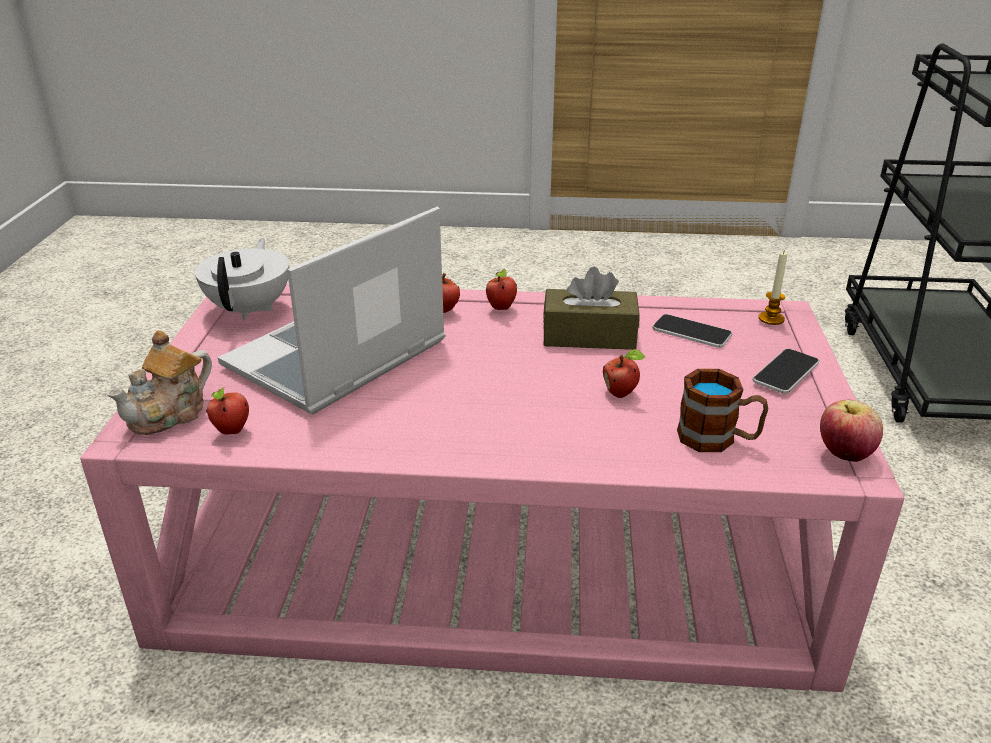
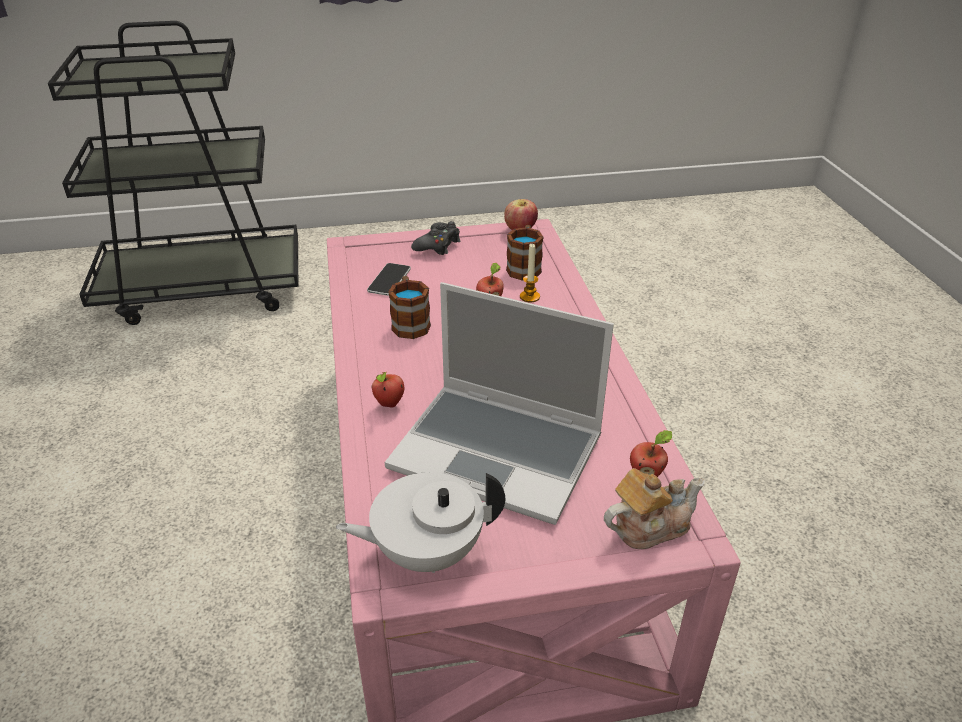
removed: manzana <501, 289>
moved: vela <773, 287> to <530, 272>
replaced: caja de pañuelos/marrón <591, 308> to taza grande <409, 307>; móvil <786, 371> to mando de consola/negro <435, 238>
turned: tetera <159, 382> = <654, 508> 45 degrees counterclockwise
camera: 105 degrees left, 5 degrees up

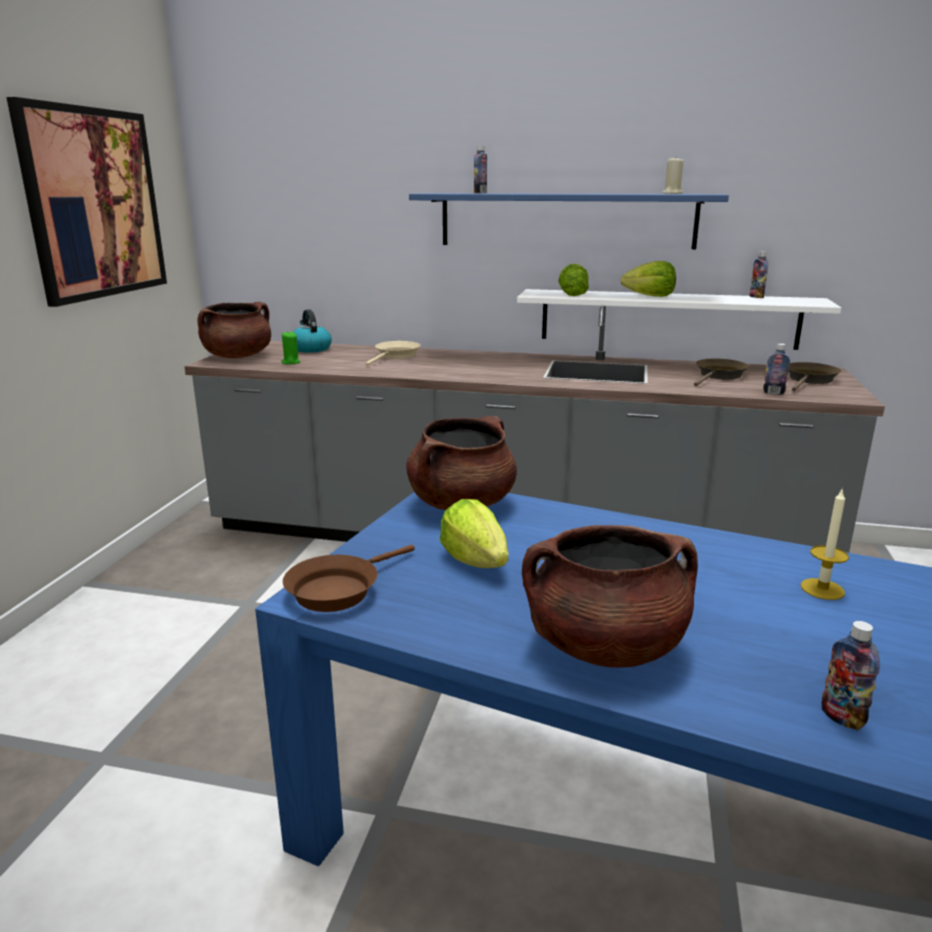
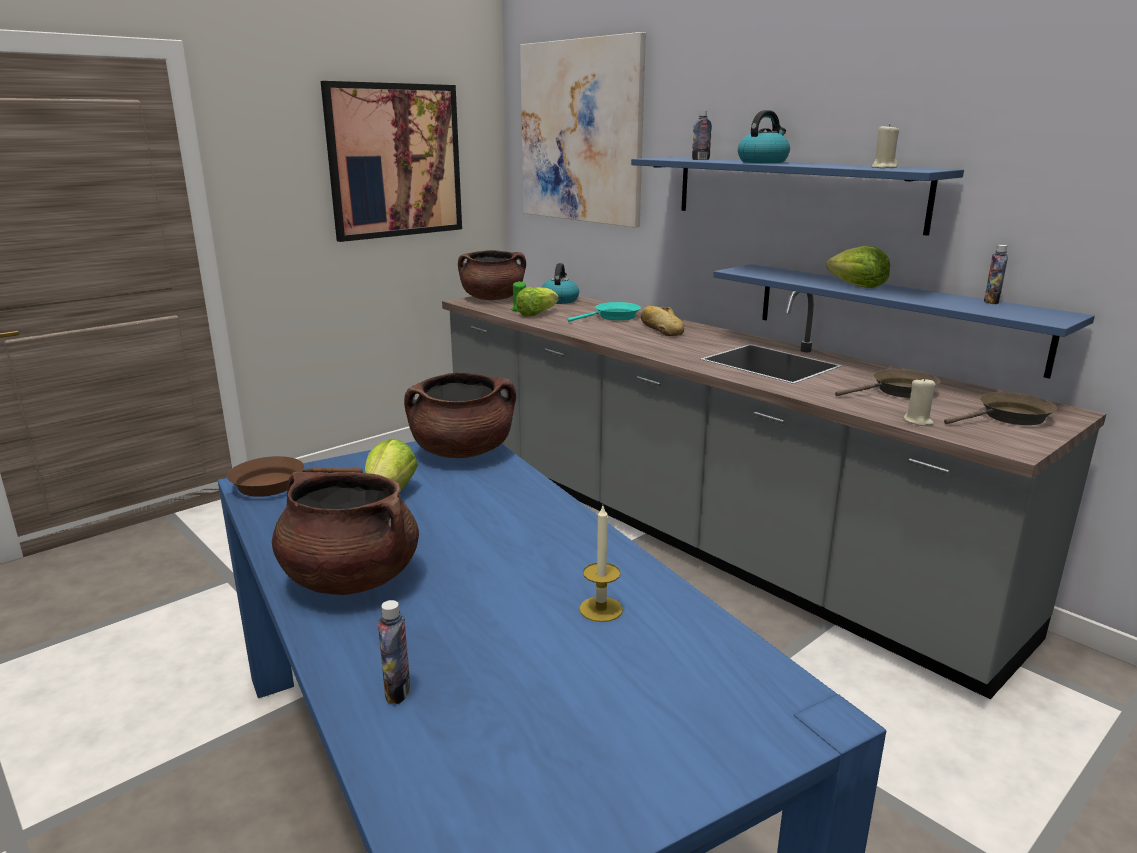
added: cuadro <583, 129>; pan <662, 321>; hervidor <764, 136>
moved: lechuga <573, 280> to <537, 302>
replaced: botella <776, 369> to vela/beis <920, 401>
recoloured: sartén/beis <393, 353> to sartén/turquesa <604, 312>; estante/blanco <679, 319> to estante/azul <904, 321>
camera: 35 degrees right, 0 degrees up

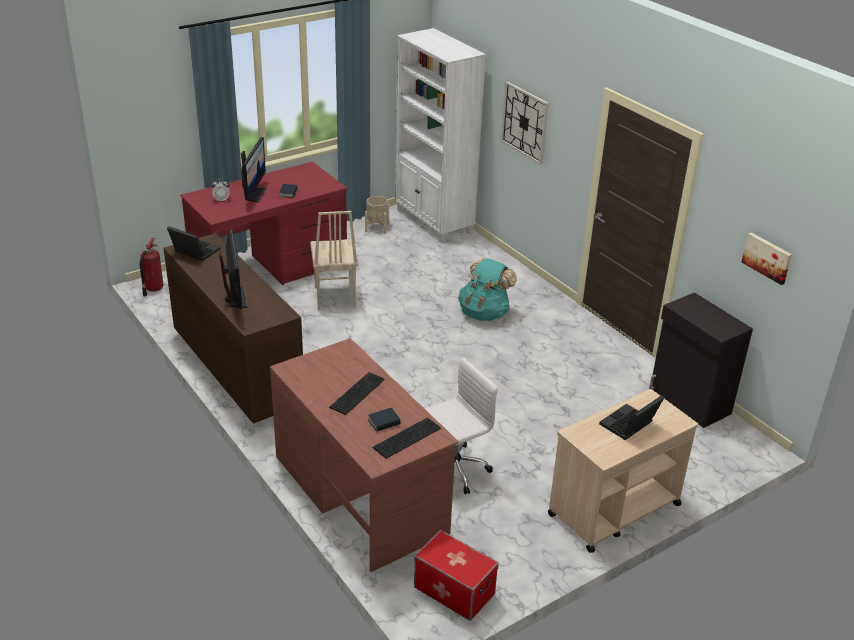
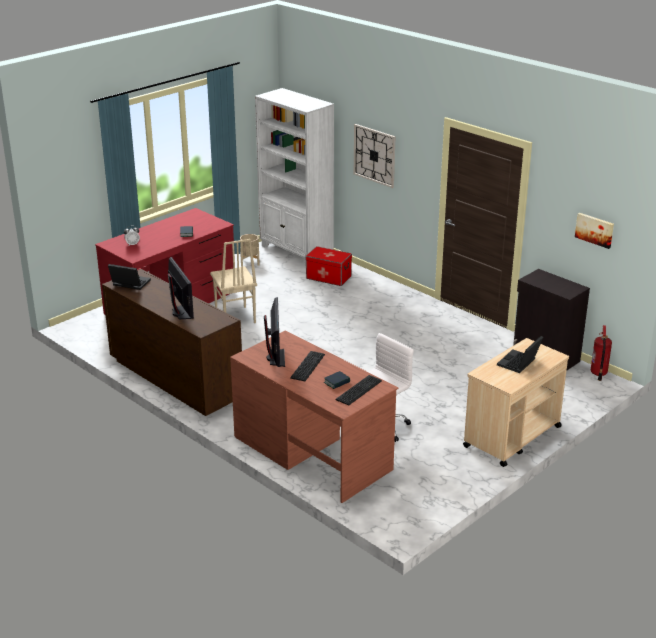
removed: mochila/turquesa <487, 289>
moved: extintor <152, 267> to <601, 353>; monitor <254, 170> to <274, 332>; caja de almacenaje <456, 575> to <329, 266>
camera: 10 degrees left, 5 degrees down

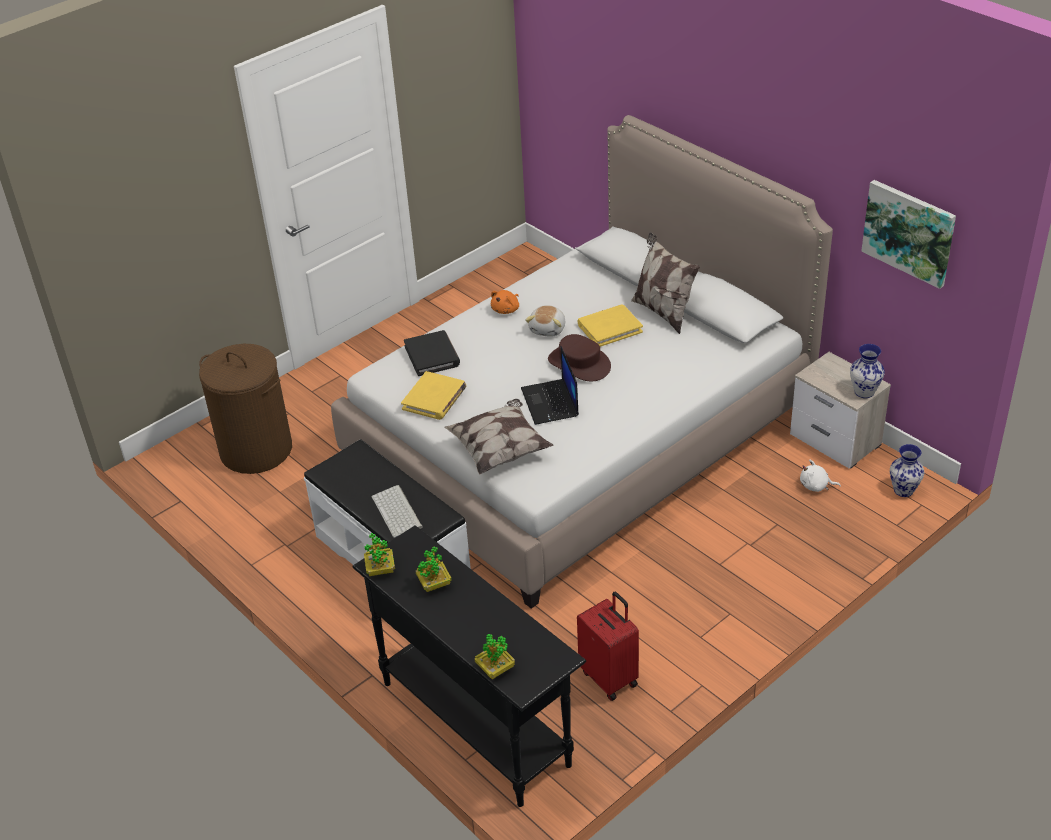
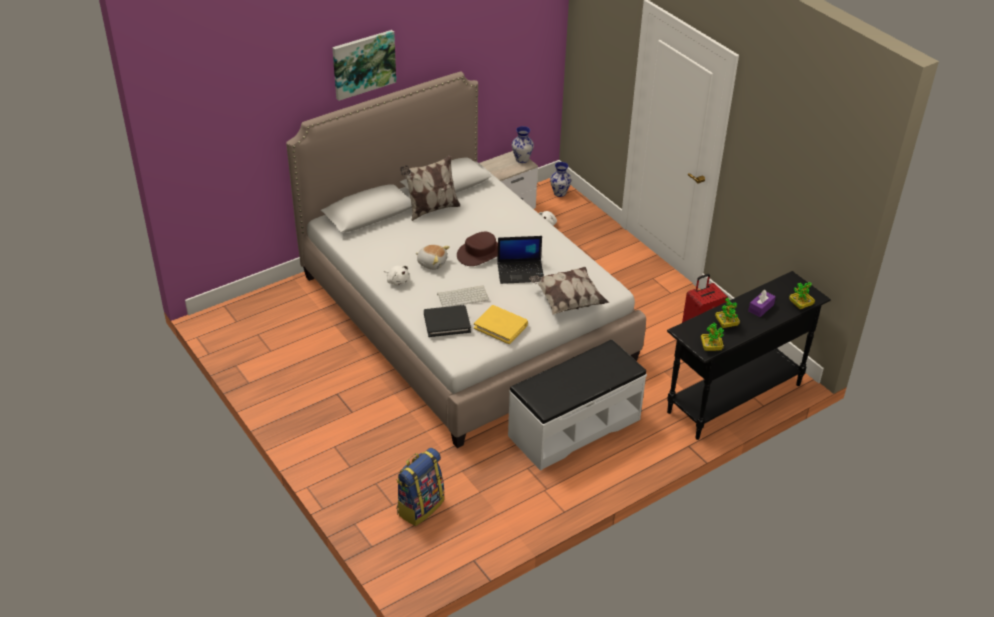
removed: libro/amarillo <610, 325>
added: caja de pañuelos/morado <762, 303>
moved: teclado <397, 511> to <463, 296>; cuadro <908, 234> to <364, 65>
replaced: cesto de la ropa/marrón <245, 409> to mochila <420, 487>
recoloured: peluche/naranja <505, 302> to peluche/blanco <396, 275>
camera: 85 degrees left, 0 degrees up

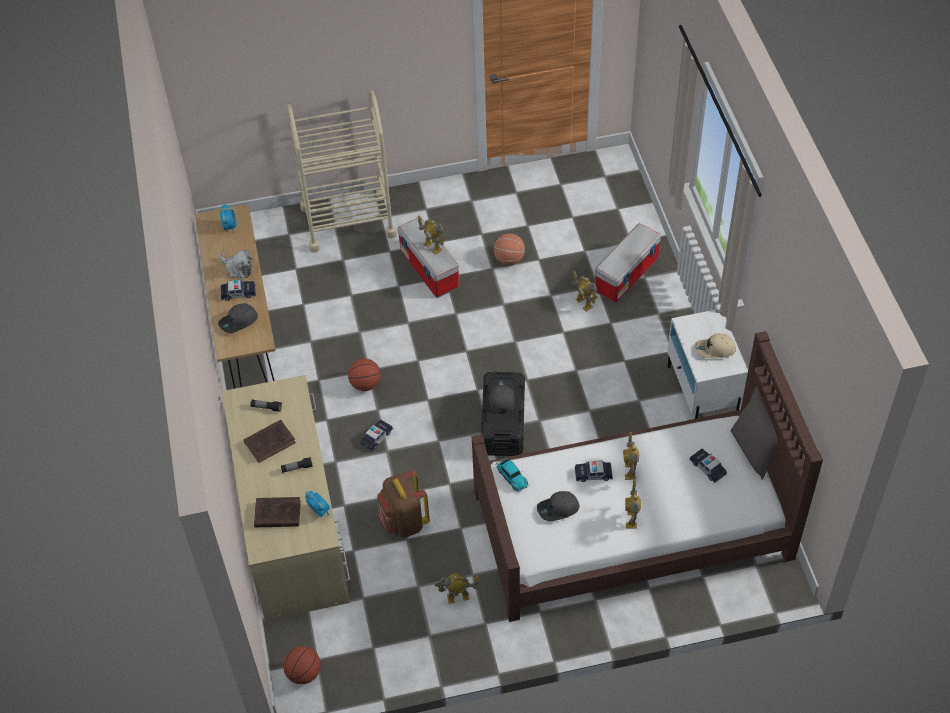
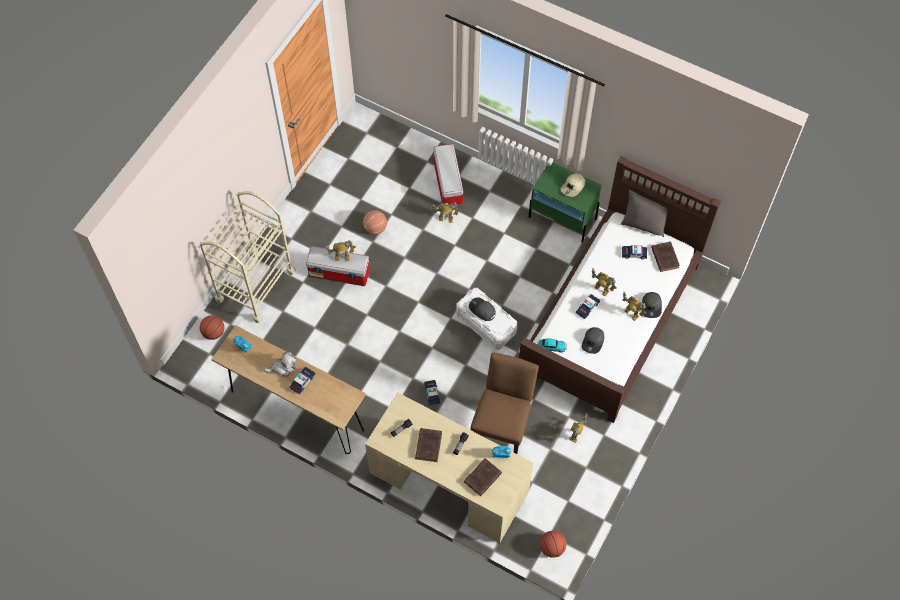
added: libro/marrón <665, 256>
moved: gorra/gris <238, 318> to <652, 305>; balón de baloncesto <364, 374> to <212, 327>
replaced: mochila/marrón <403, 504> to silla/marrón <504, 403>
recoloured: caja de almacenaje/negro <503, 413> to caja de almacenaje/blanco <487, 319>; mesita de noche/blanco <707, 364> to mesita de noche/verde <565, 203>
camera: 50 degrees left, 10 degrees up

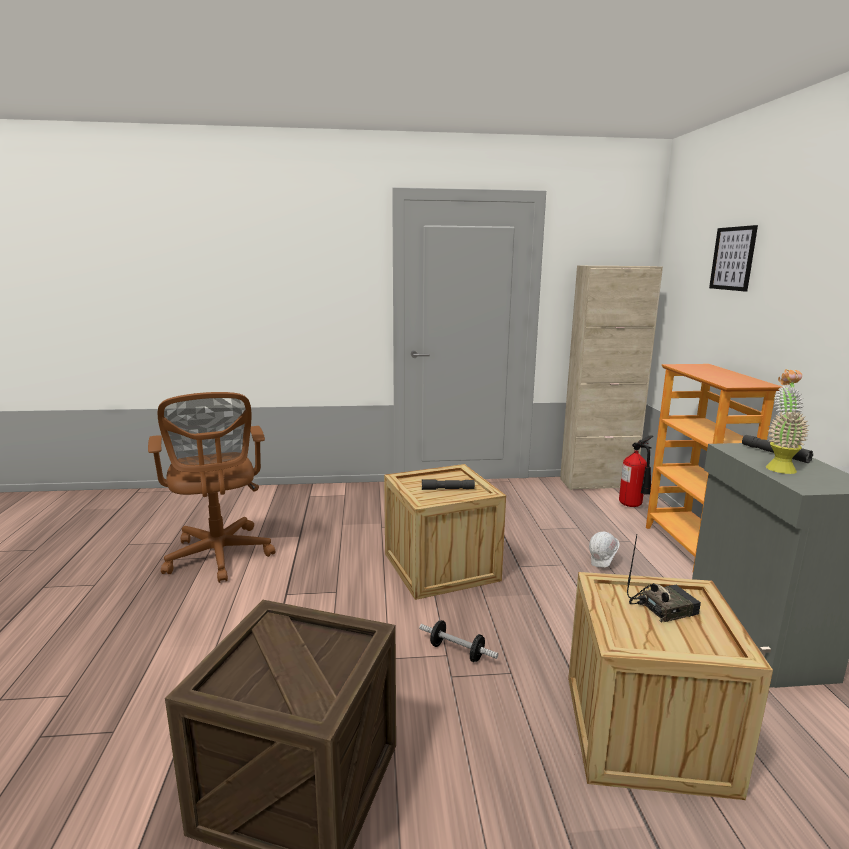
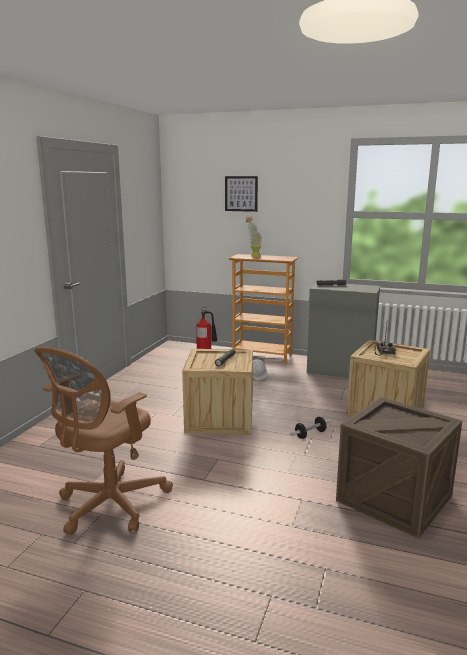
removed: armario/beis <611, 377>
moved: planta en maceta <788, 421> to <254, 236>
turned: silla de oficina/marrón <211, 487> = <103, 441> 120 degrees clockwise
camera: 65 degrees left, 0 degrees up

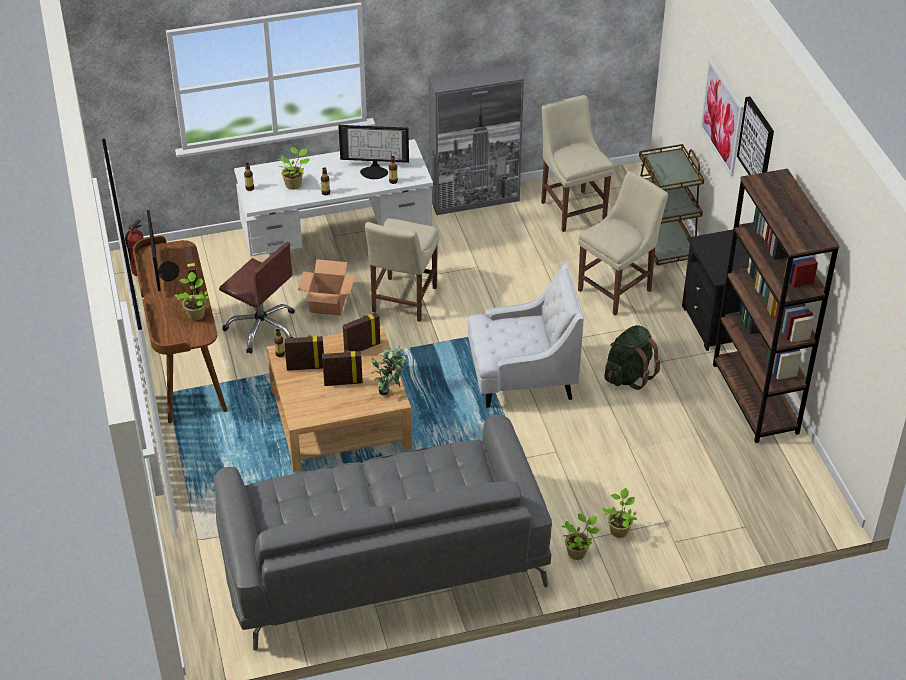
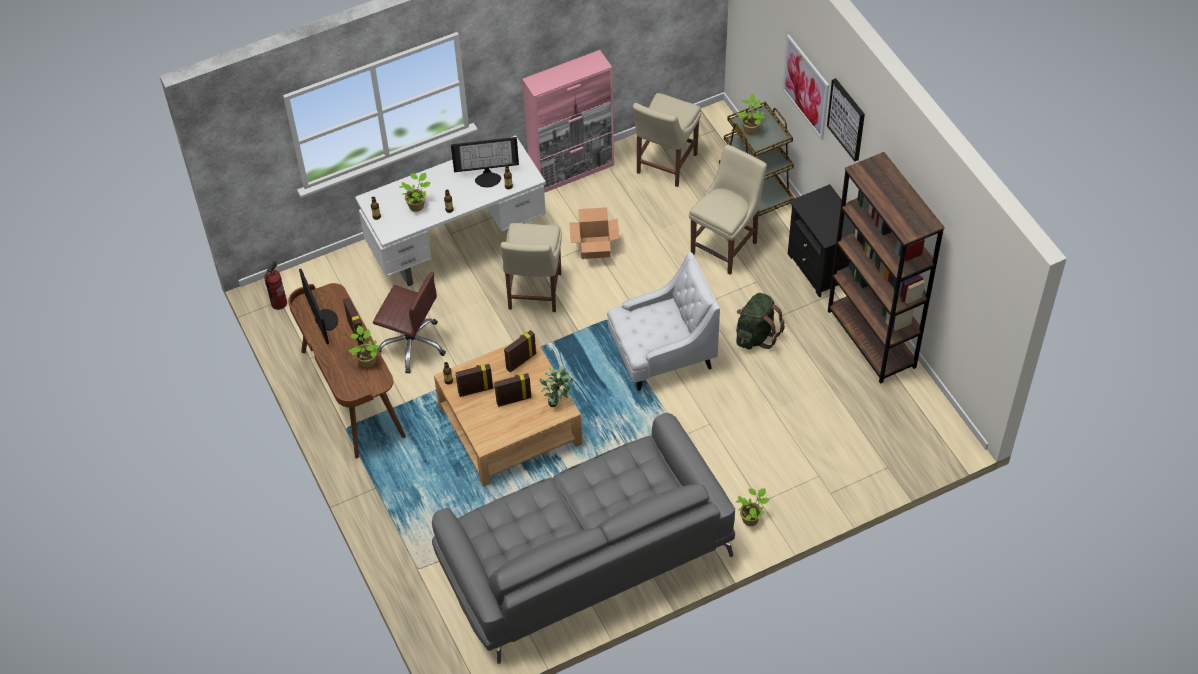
moved: caja de cartón <326, 287> to <594, 233>; planta en maceta <619, 513> to <751, 114>
recoloured: armario/gris <476, 139> to armario/rosa <568, 121>
turned: silla/beis <577, 163> = <667, 140> 120 degrees counterclockwise
camera: 10 degrees left, 10 degrees up

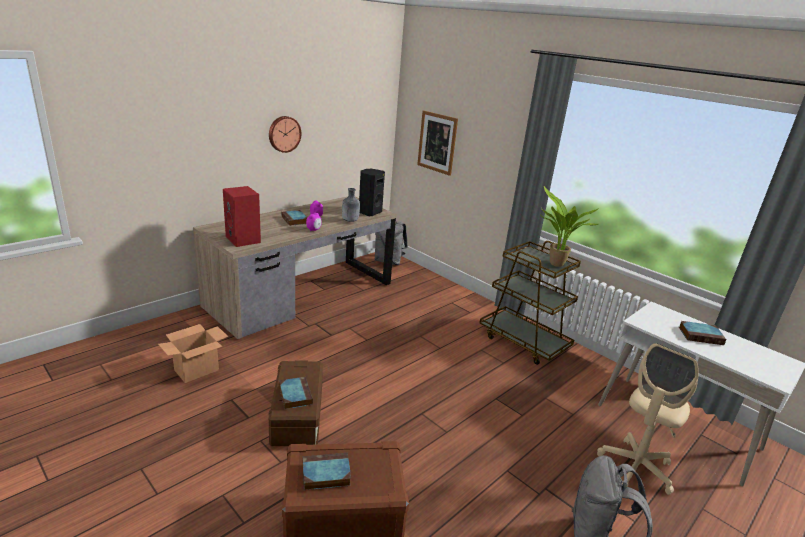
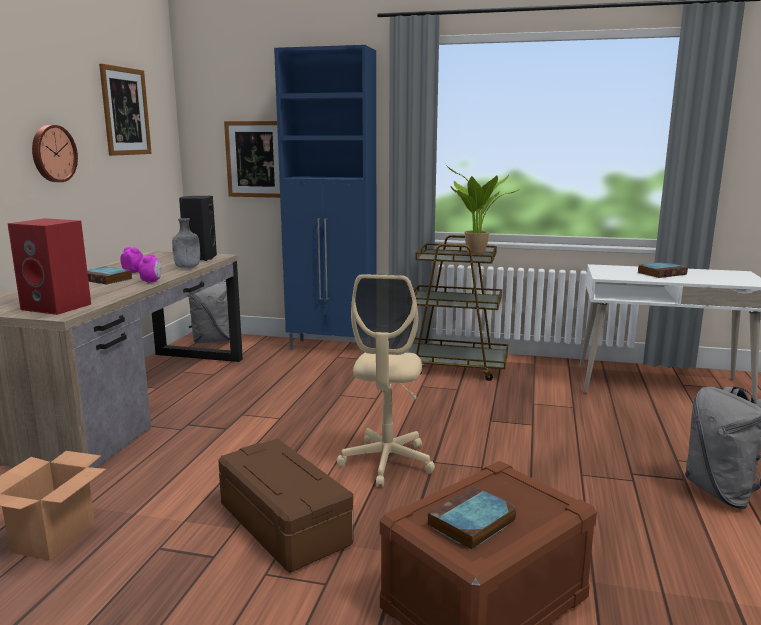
removed: libro <296, 393>
added: cuadro <125, 110>; armario/azul <325, 199>
moved: silla de oficina/beis <648, 419> to <386, 380>
camera: 30 degrees left, 10 degrees down

